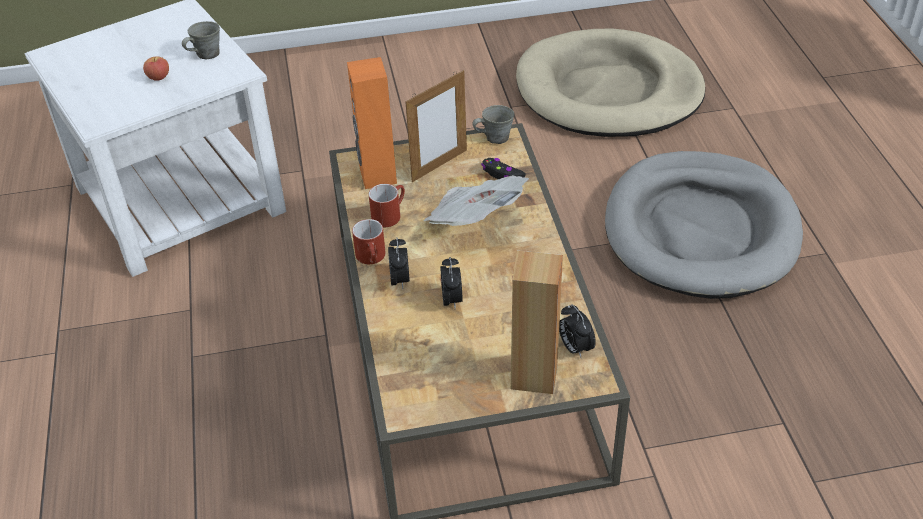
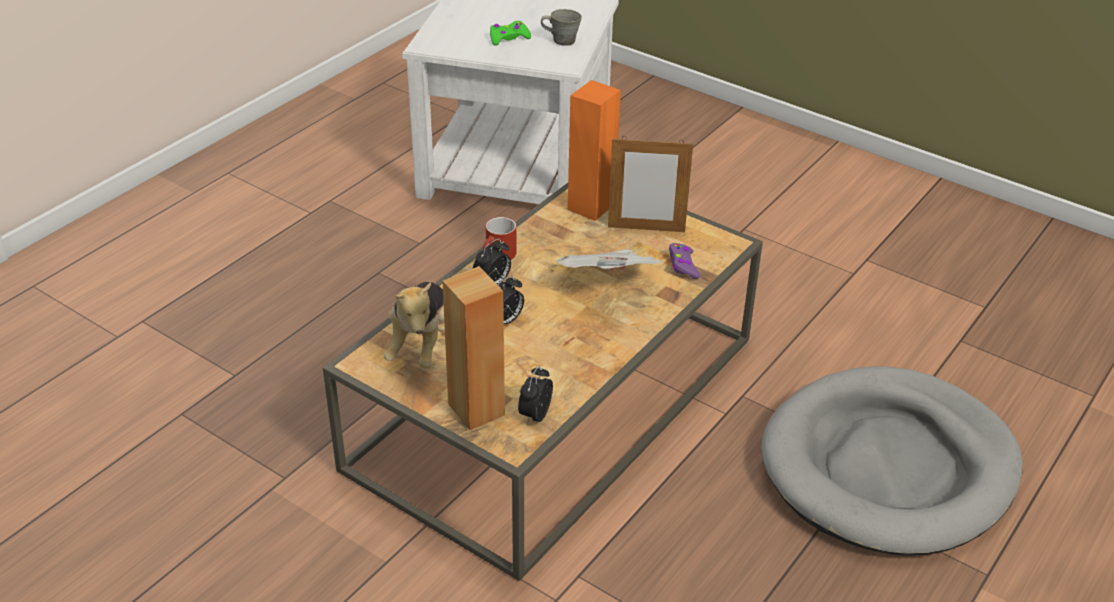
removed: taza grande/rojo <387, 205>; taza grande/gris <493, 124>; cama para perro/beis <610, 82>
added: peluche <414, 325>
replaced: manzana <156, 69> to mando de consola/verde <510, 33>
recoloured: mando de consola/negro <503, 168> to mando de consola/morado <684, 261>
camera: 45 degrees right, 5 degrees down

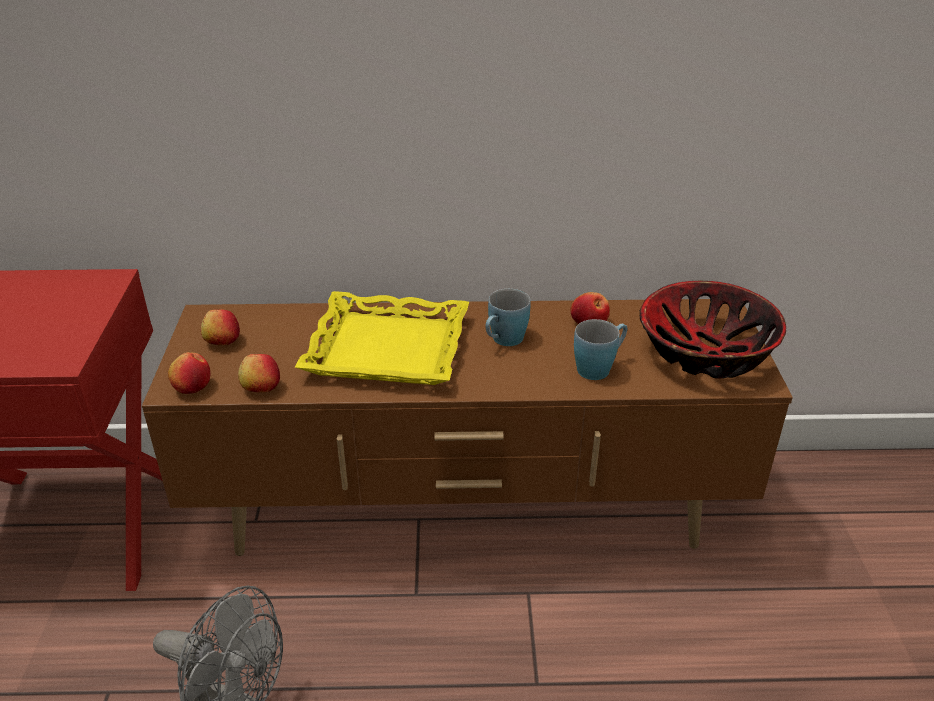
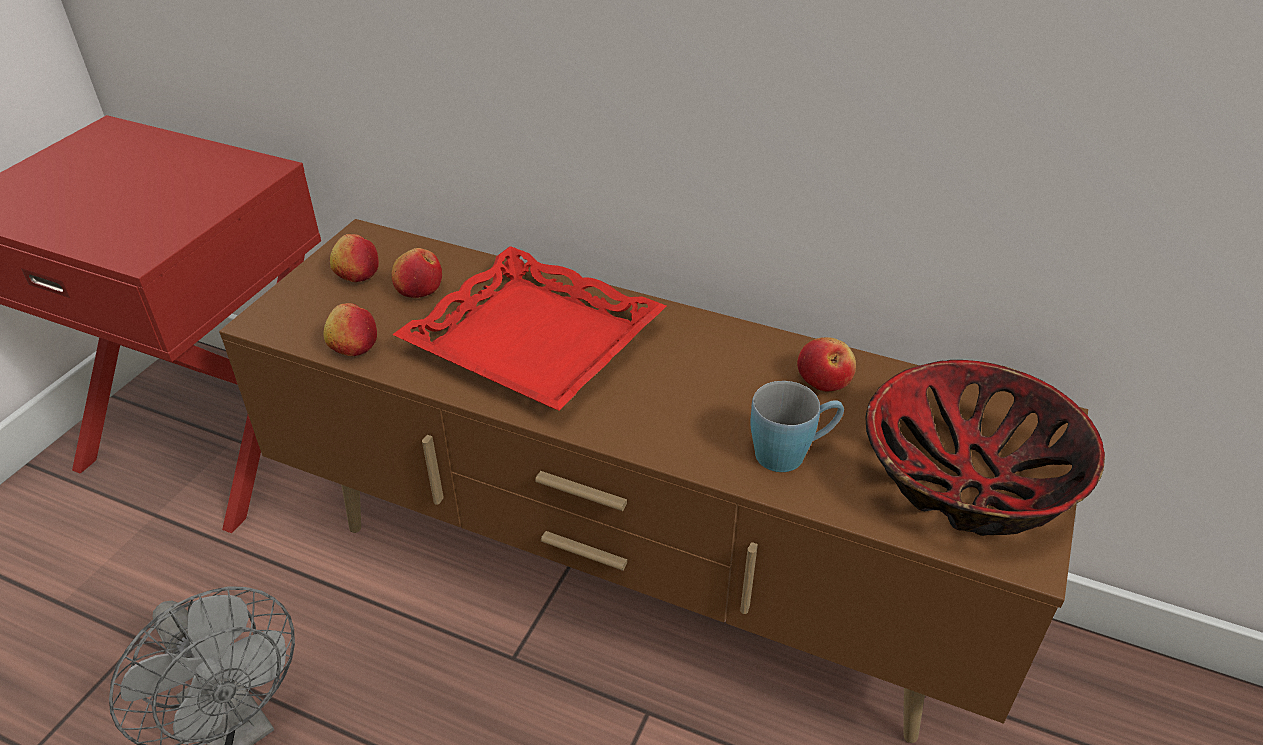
removed: taza grande/azul <508, 317>
moved: manzana <189, 373> to <417, 273>
recoloured: bandeja/amarillo <382, 338> to bandeja/rojo <529, 328>
camera: 25 degrees right, 5 degrees up

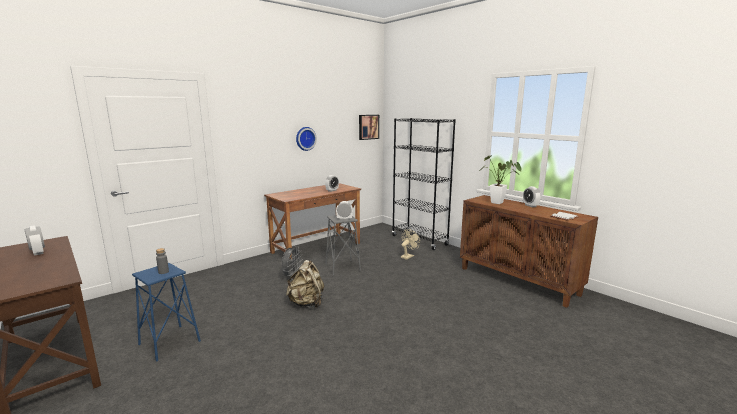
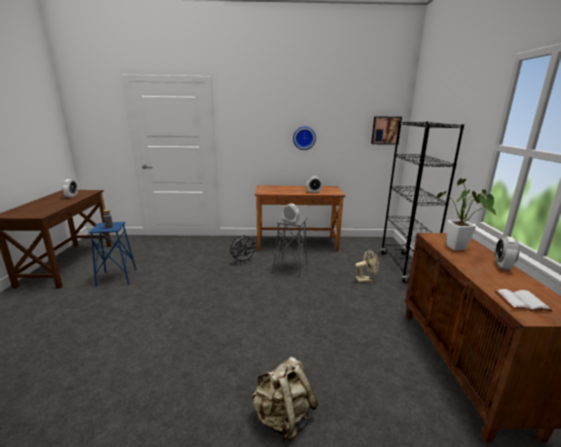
moved: mochila/beis <305, 284> to <284, 399>
camera: 40 degrees right, 5 degrees up

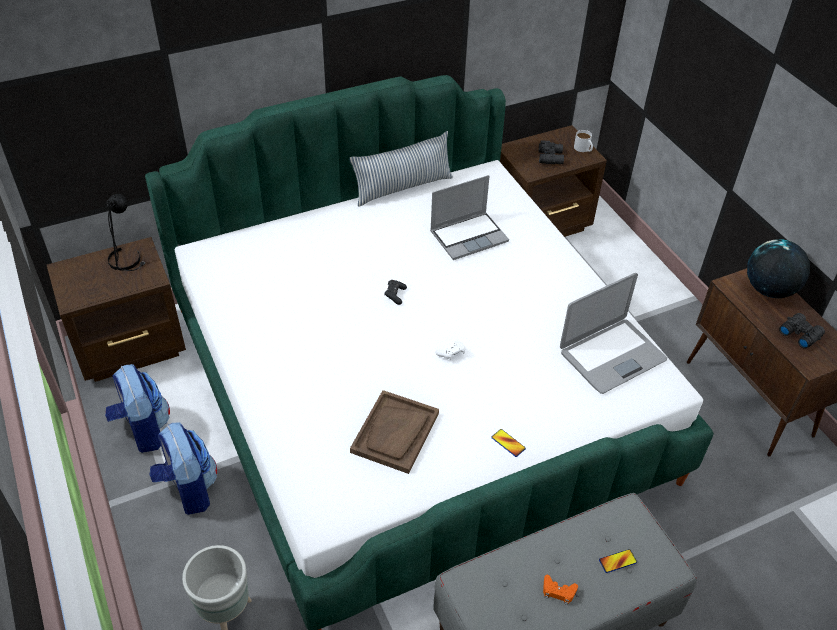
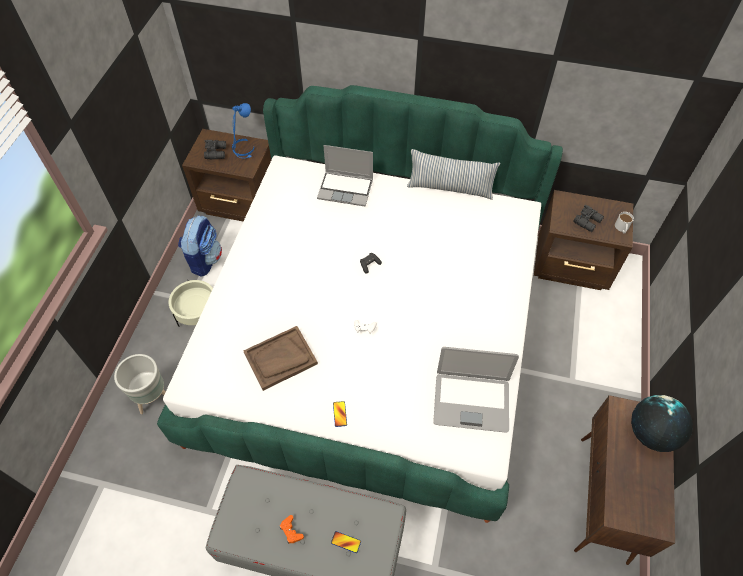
moved: portátil <469, 217> to <345, 175>; prismáticos/negro <802, 331> to <215, 149>
replaced: mochila <183, 469> to maceta/beis <191, 303>
recoloured: lámpara de mesa/negro <125, 232> to lámpara de mesa/azul <243, 131>
camera: 40 degrees right, 10 degrees up

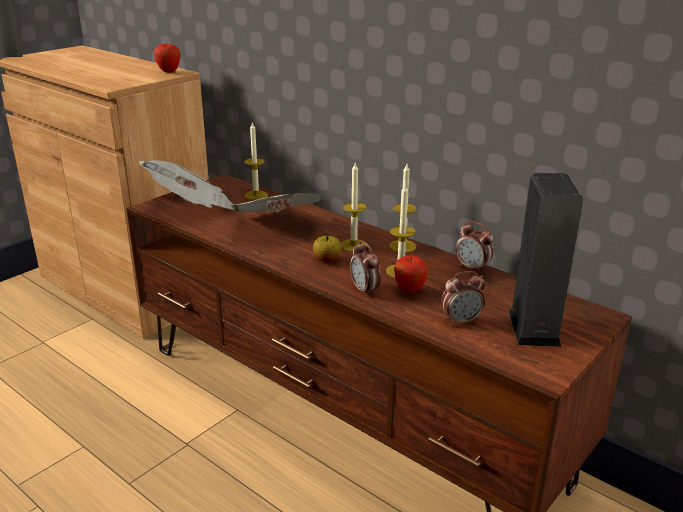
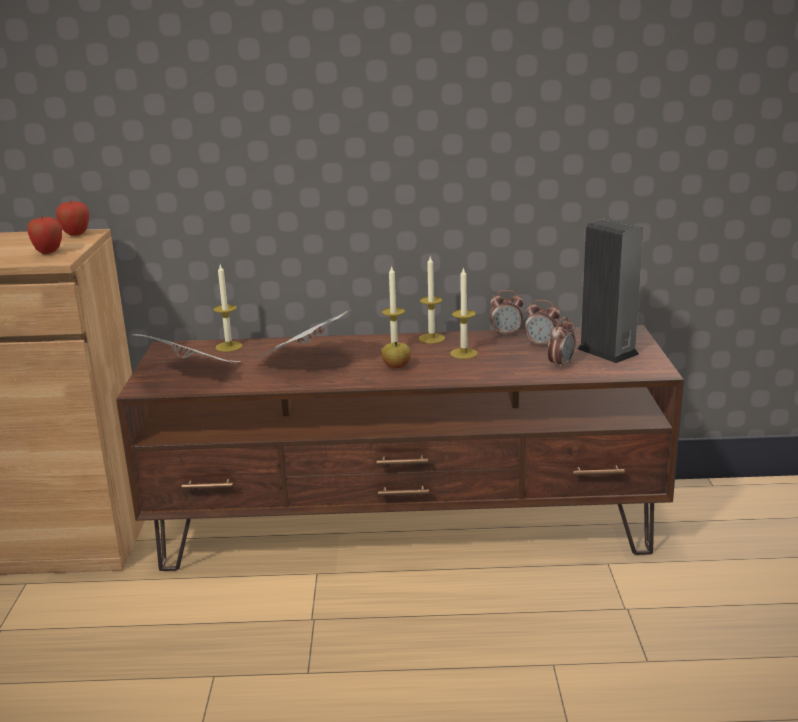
moved: despertador <365, 269> to <542, 322>; manzana <411, 274> to <44, 234>
camera: 40 degrees left, 5 degrees down

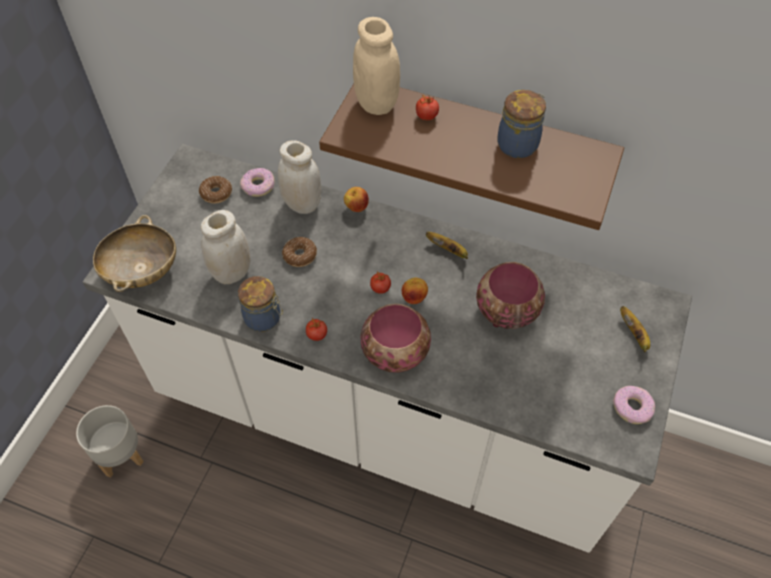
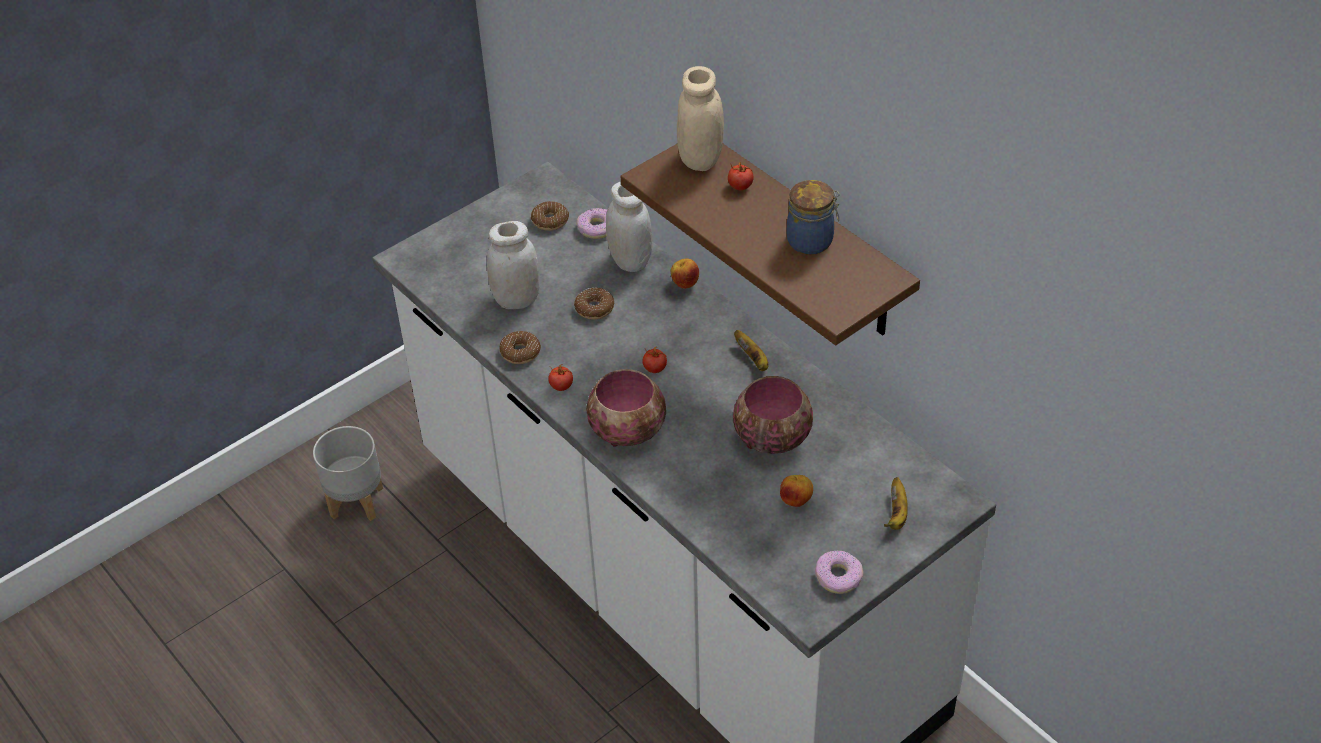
removed: cuenco/beis <134, 253>
moved: manzana <414, 290> to <796, 491>
replaced: tarro <260, 304> to rosquilla <520, 347>
camera: 30 degrees right, 10 degrees down

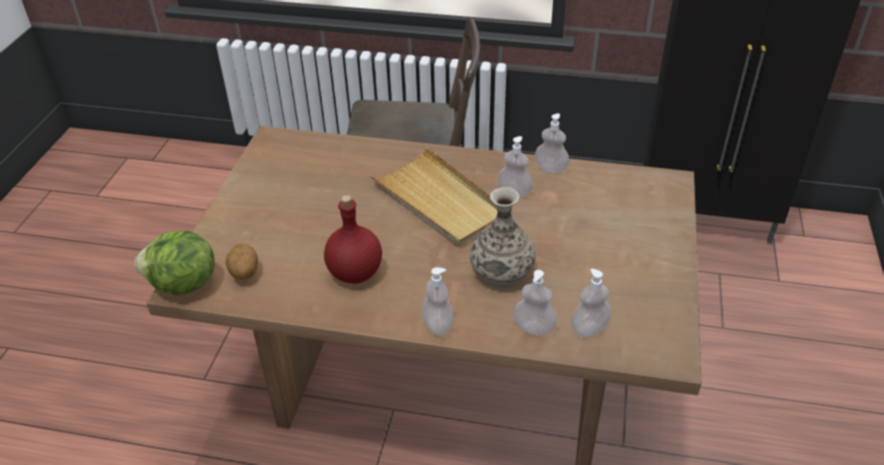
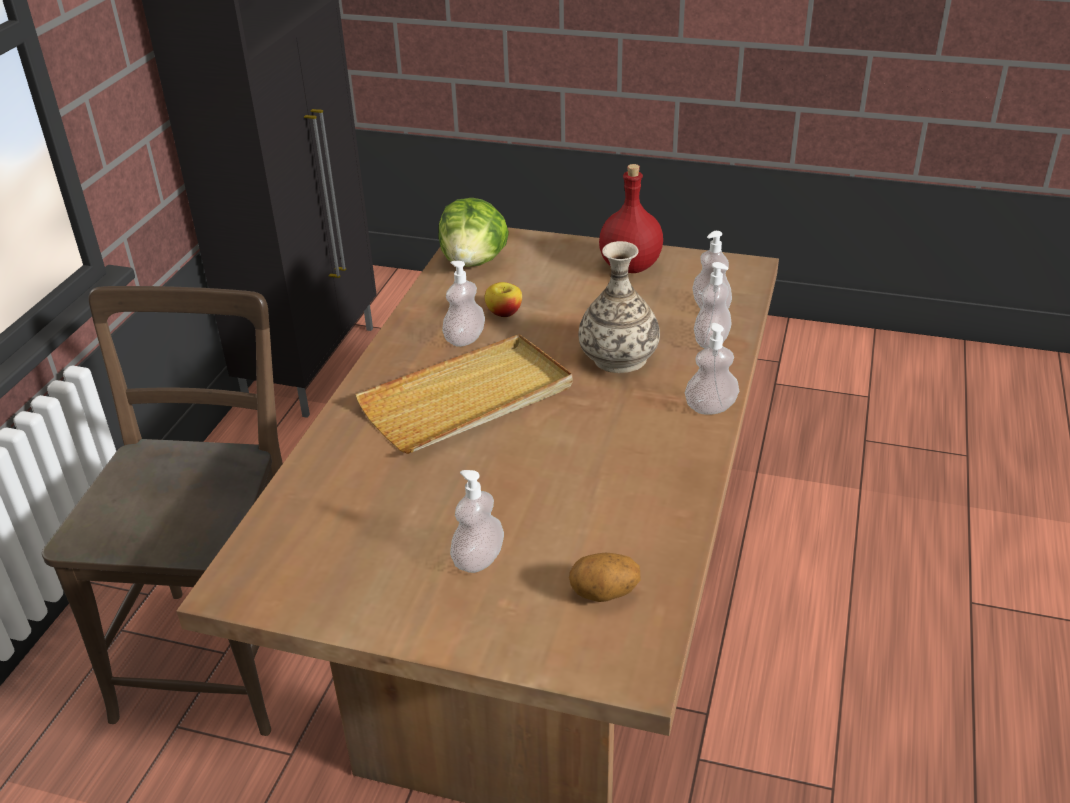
added: manzana <503, 299>
moved: lechuga <174, 263> to <474, 232>; botella/rojo <353, 239> to <631, 218>; dispensador de jabón <552, 143> to <477, 521>
camera: 85 degrees left, 5 degrees down

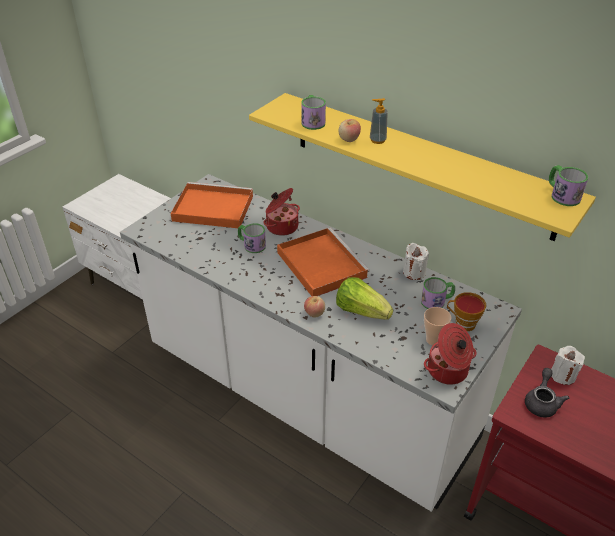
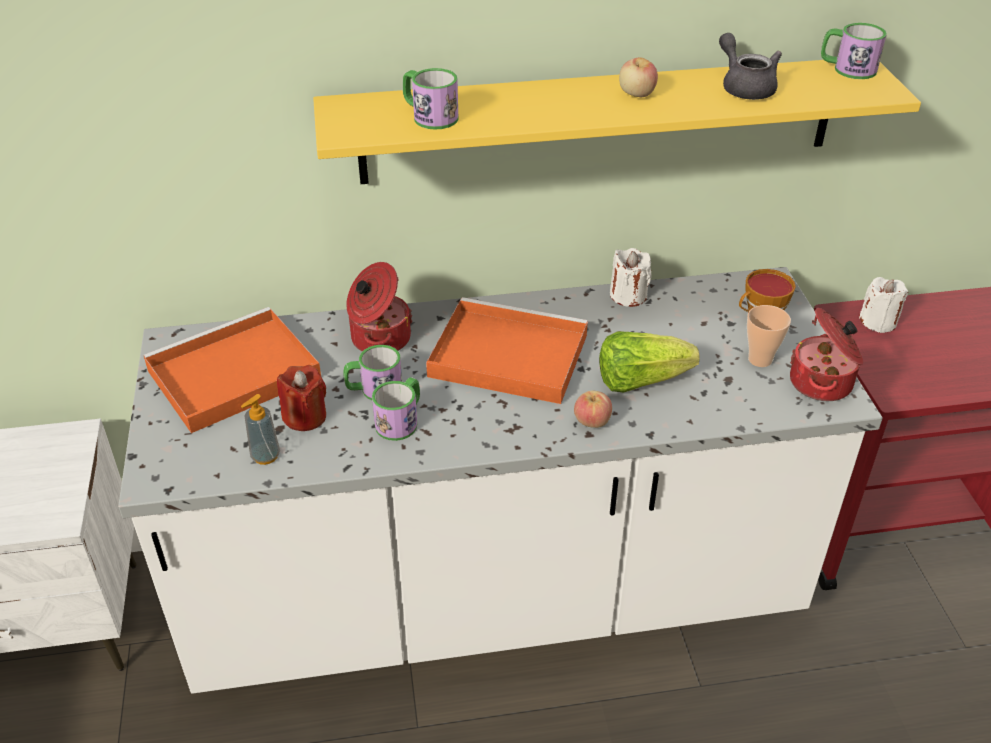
added: vela/rojo <301, 398>
moved: manzana <350, 130> to <638, 77>; dispensador de jabón <379, 121> to <260, 429>; taza grande <438, 293> to <396, 409>; tetera/gris <547, 392> to <750, 66>
camera: 45 degrees left, 0 degrees up

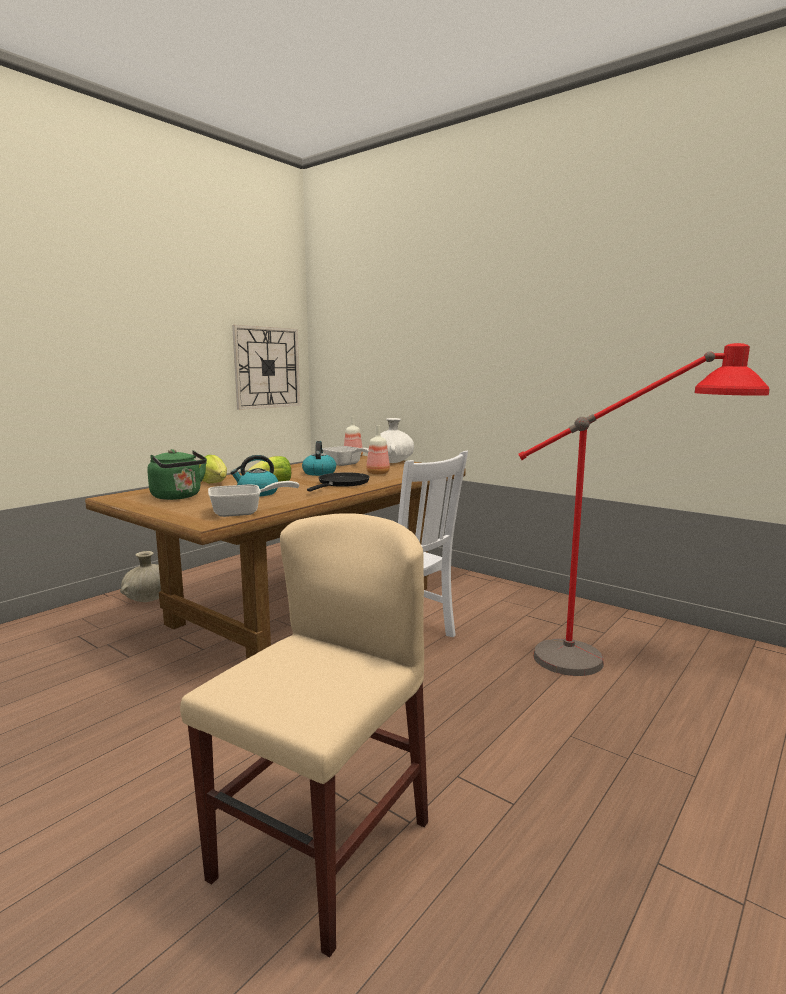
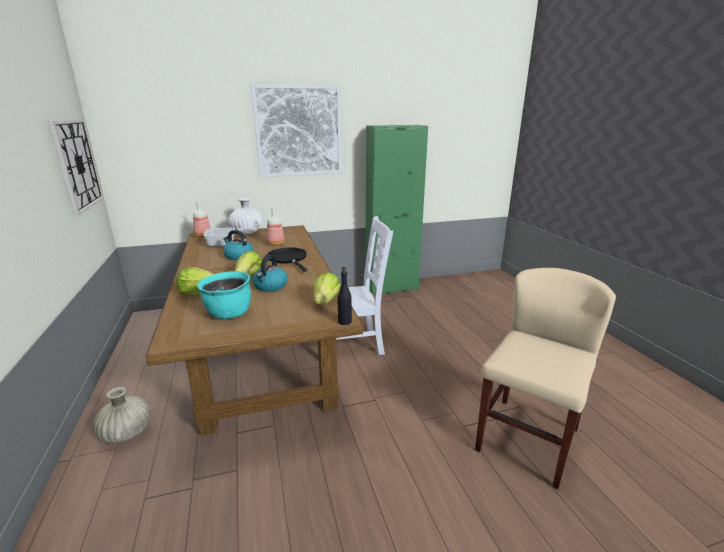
removed: lámpara de pie/rojo <643, 509>
added: cuadro <296, 130>; botella/negro <344, 296>; armario/verde <397, 210>
replaced: hervidor/verde <177, 474> to olla/turquesa <224, 295>; sartén <254, 499> to lechuga <327, 288>
turned: silla/beis <304, 735> = <545, 378> 60 degrees clockwise
camera: 55 degrees left, 10 degrees up

